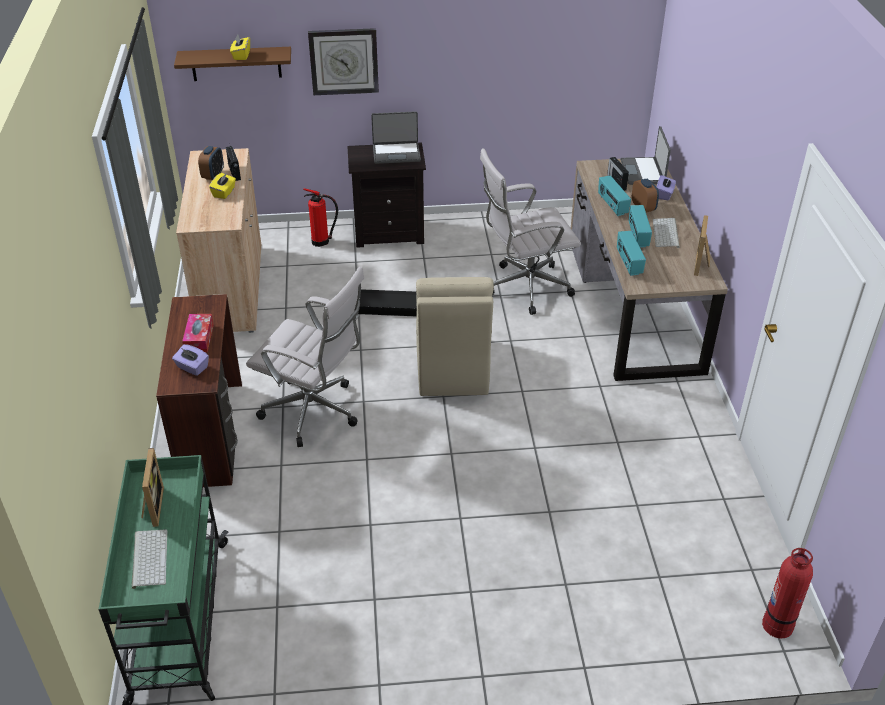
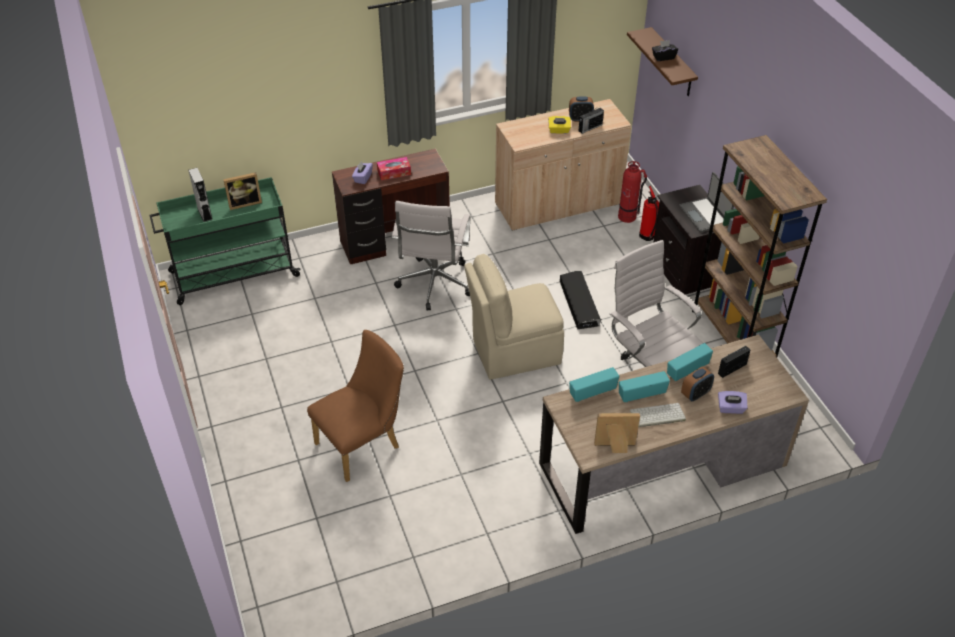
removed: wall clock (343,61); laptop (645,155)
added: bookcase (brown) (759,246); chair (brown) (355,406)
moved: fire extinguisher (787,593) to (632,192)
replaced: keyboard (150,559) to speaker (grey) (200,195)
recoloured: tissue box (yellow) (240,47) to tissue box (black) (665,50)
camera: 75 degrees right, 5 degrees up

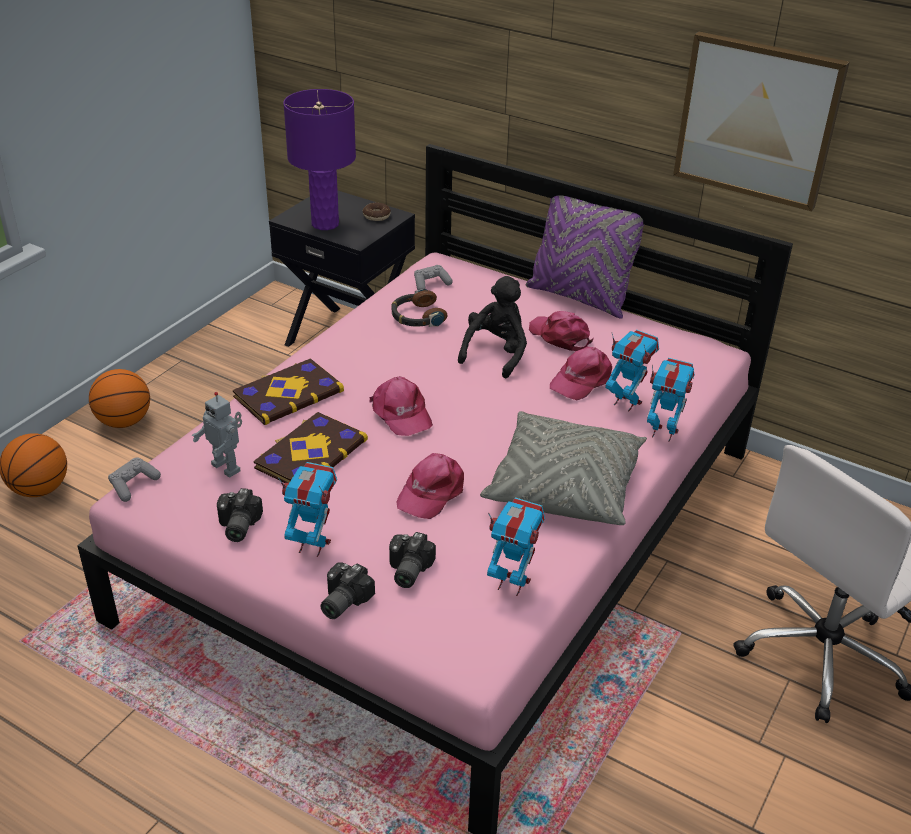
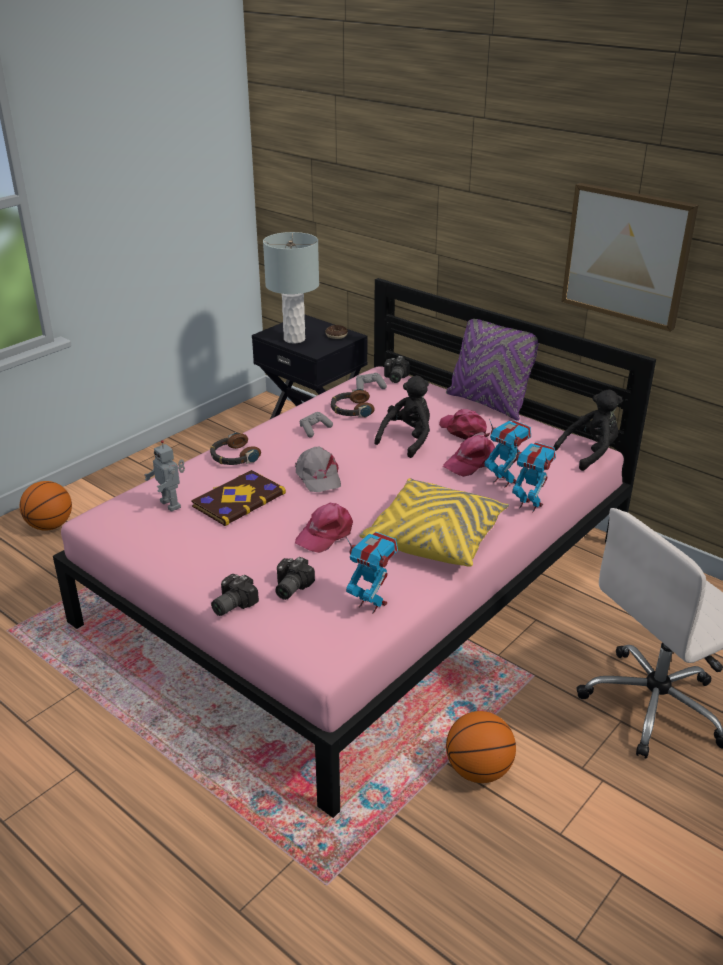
removed: toy robot (307,509)
added: plush toy (black) (588,430)
moved: basketball (119,398) to (481,747); game controller (grey) (134,480) to (316,424); photo camera (240,515) to (397,369)
replaced: book (288,391) to headphones (235,448)
recoloured: table lamp (purple) (319,159) to table lamp (grey) (291,288); cap (pink) (401,406) to cap (grey) (318,469); pillow (grey) (563,468) to pillow (yellow) (434,522)
camera: 10 degrees right, 5 degrees down

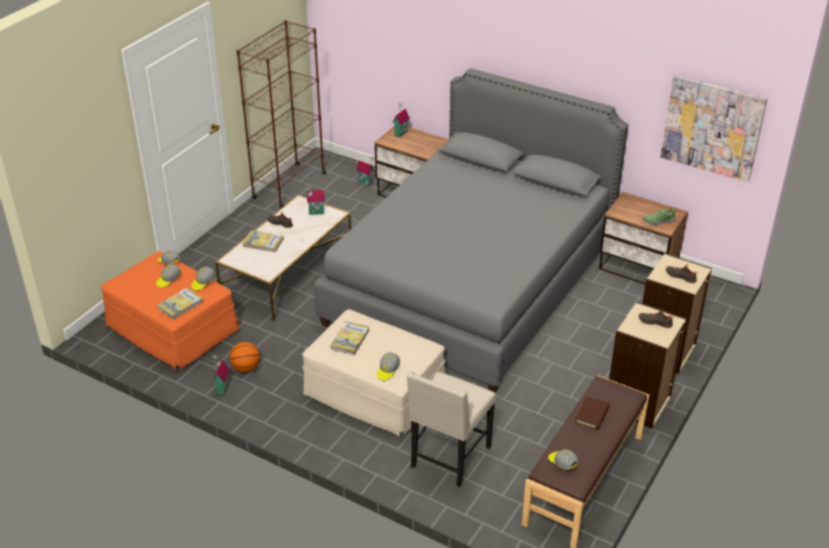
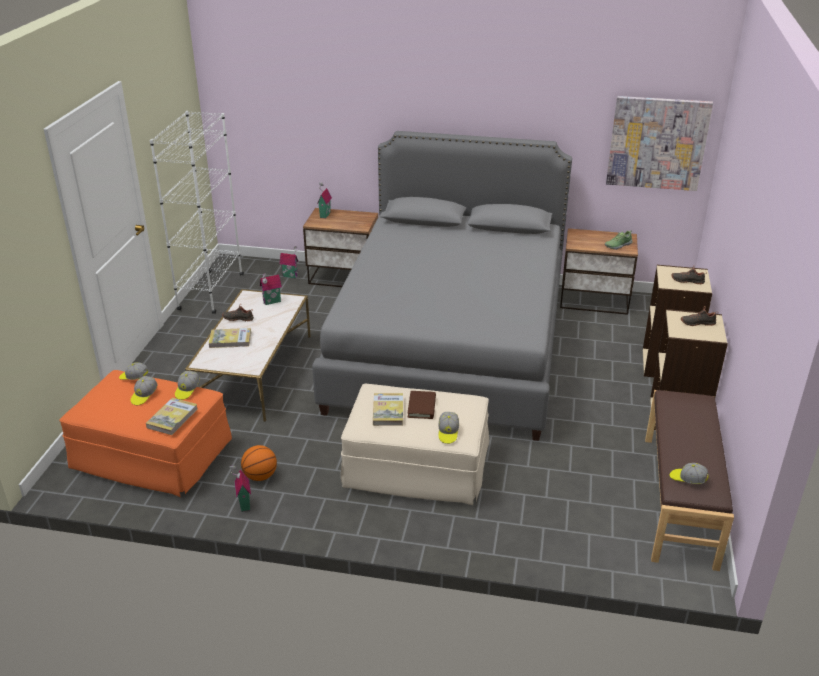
removed: chair (beige) (451,429)
moved: book (brown) (592,413) to (421,405)
recoloured: bookcase (brown) (281,114) to bookcase (white) (197,212)
camera: 20 degrees left, 5 degrees down

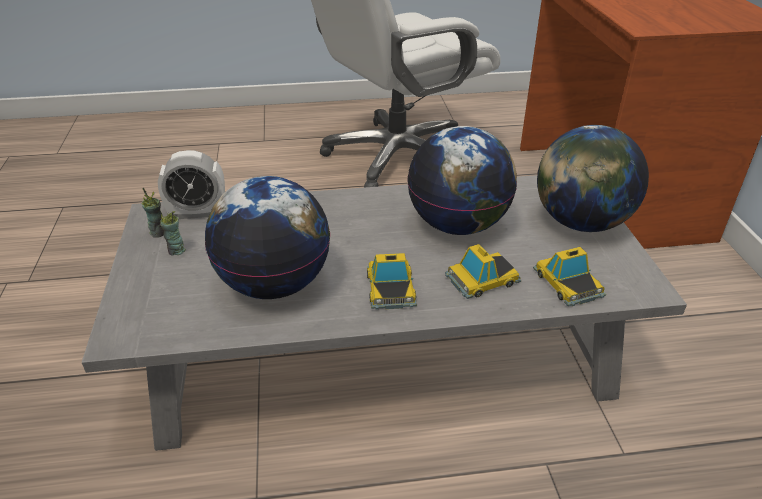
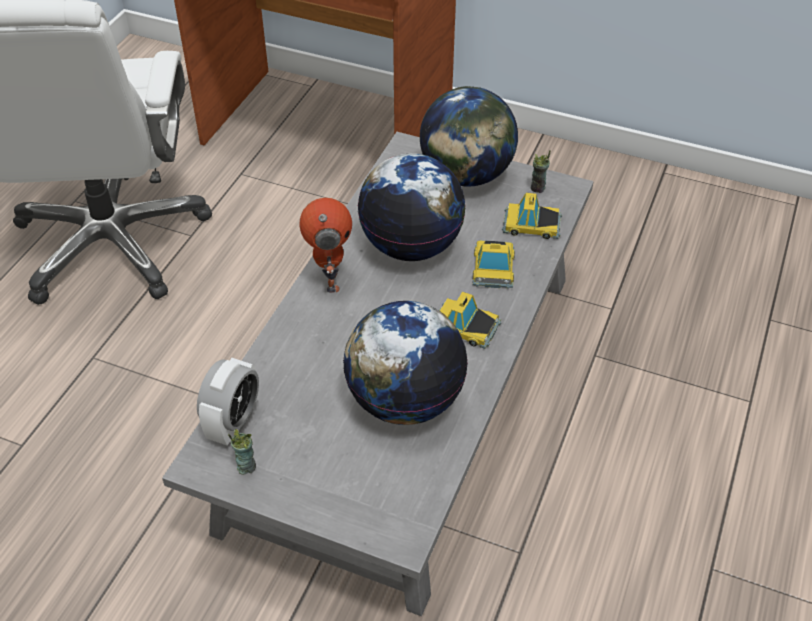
added: toy robot (325,245)
moved: cup (173,233) to (541,171)
camera: 60 degrees left, 10 degrees up

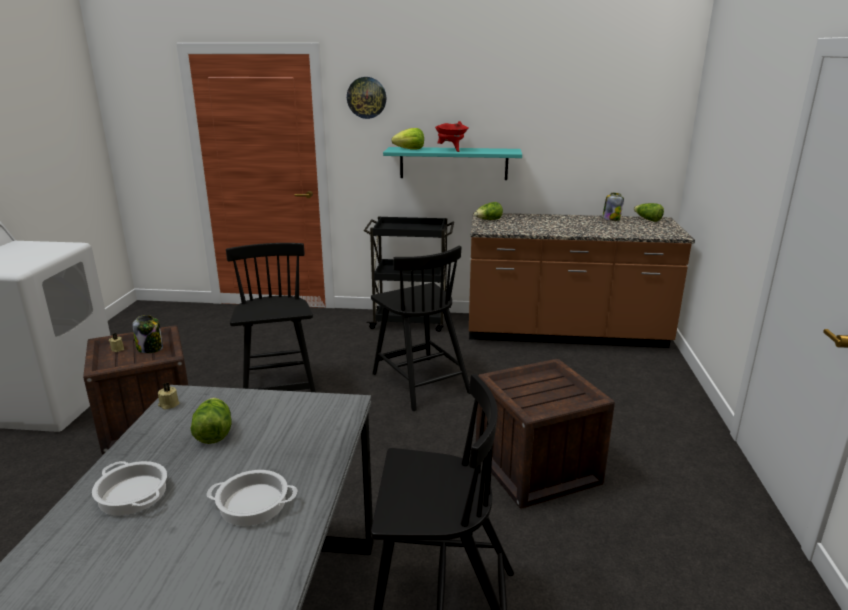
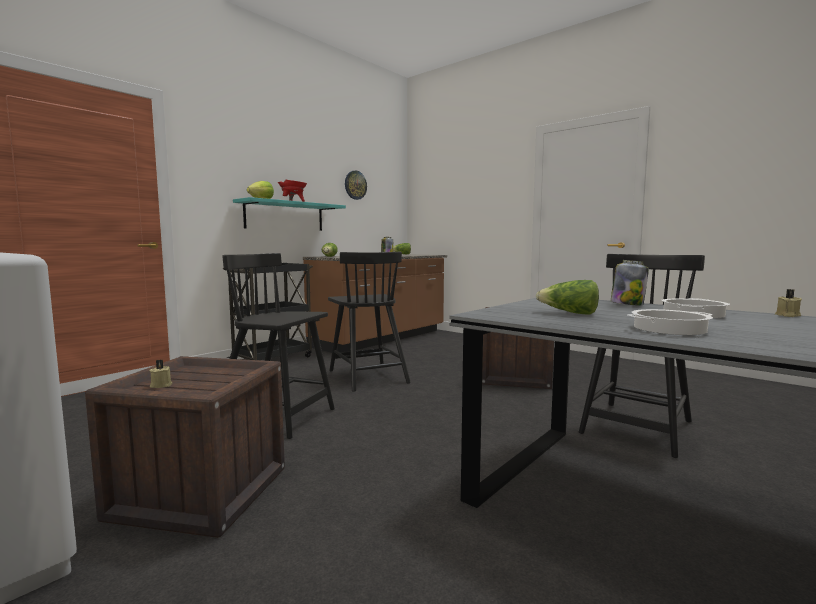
moved: wall clock (366,98) to (356,185); jar (147,334) to (630,282); candle (beige) (169,396) to (788,303)
turned: chair (black) (420,328) = (369,322) 60 degrees clockwise
camera: 55 degrees left, 15 degrees down

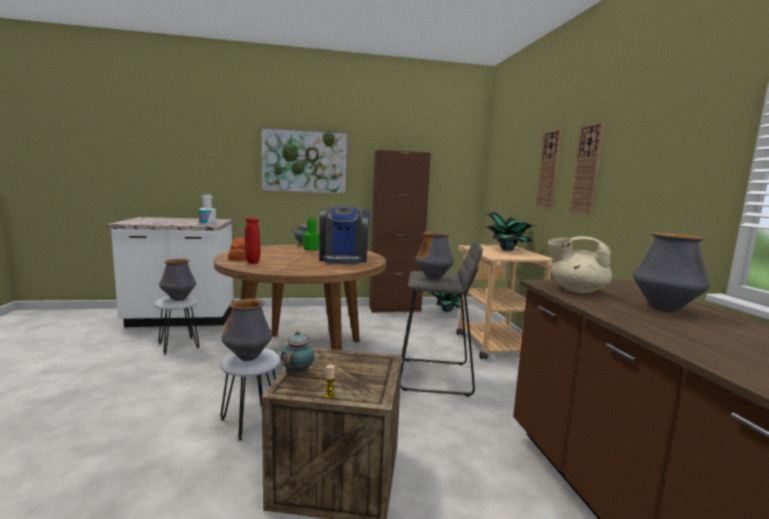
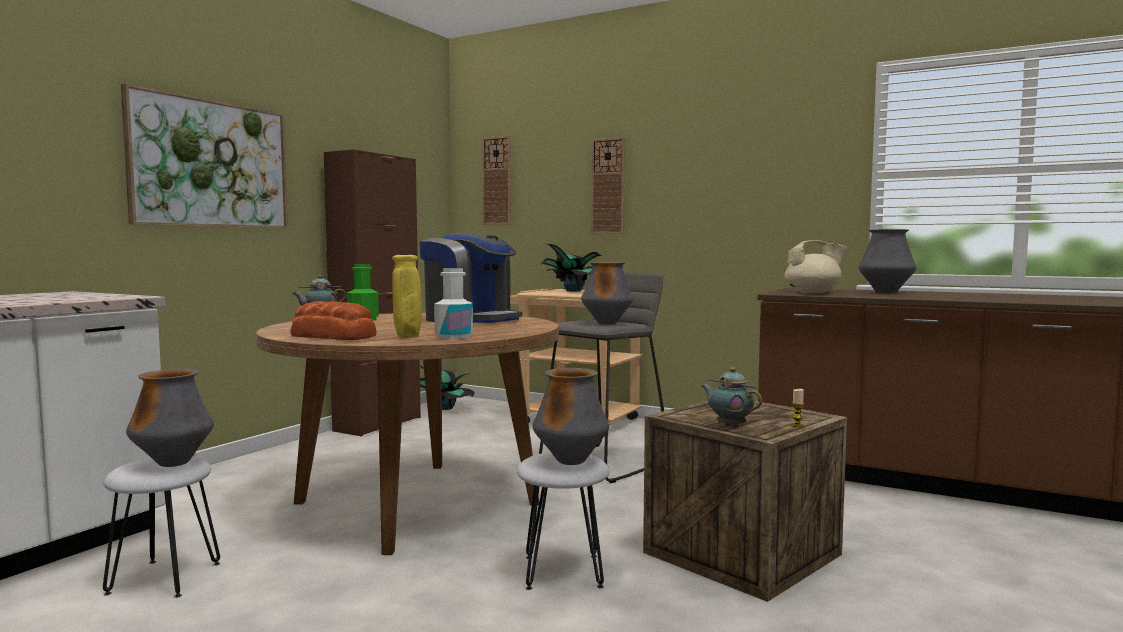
moved: wall clock (587,169) to (496,180); bottle (white) (207,210) to (453,303)
recoloured: vase (red) (252,241) to vase (yellow) (407,296)
turned: teapot (beige) (580,264) = (816,266) 150 degrees counterclockwise
camera: 50 degrees left, 5 degrees down

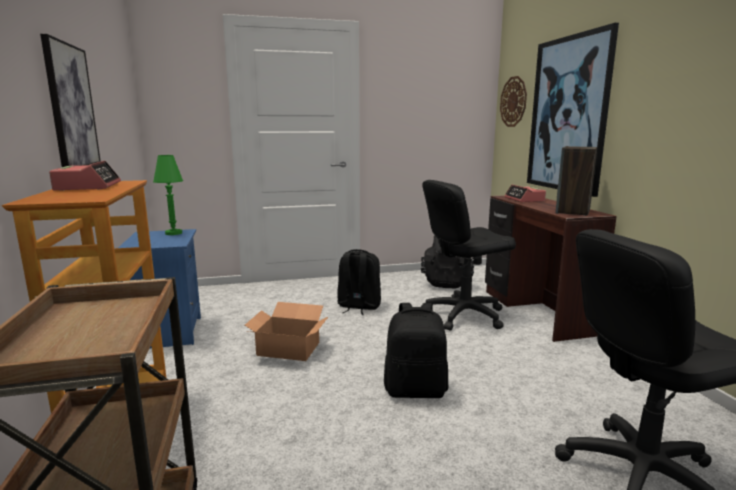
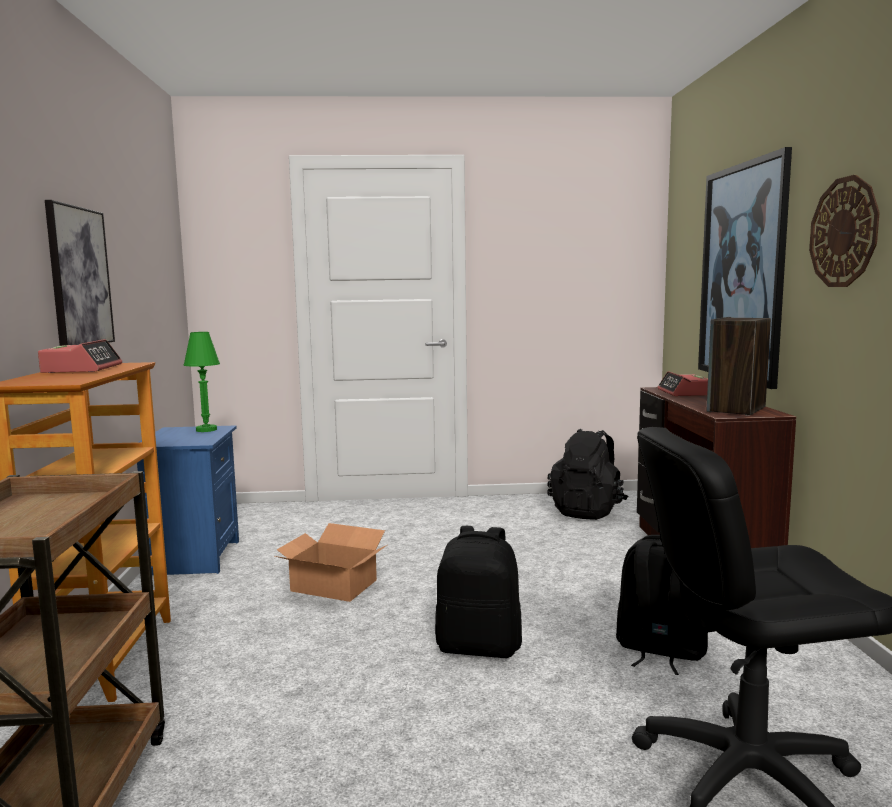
removed: office chair (black) (468,255)
moved: wall clock (513,101) to (844,231); backpack (black) (359,282) to (662,605)
camera: 10 degrees right, 5 degrees down

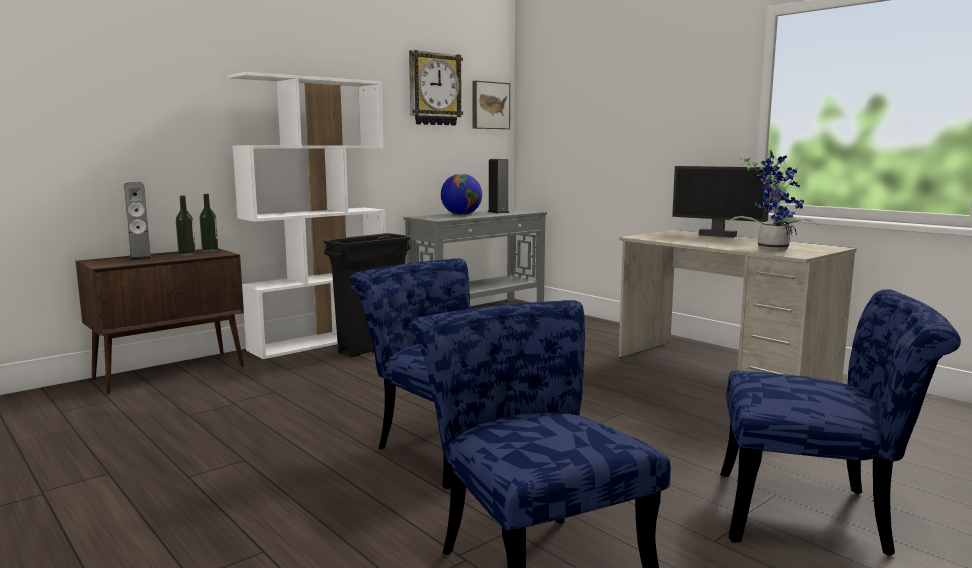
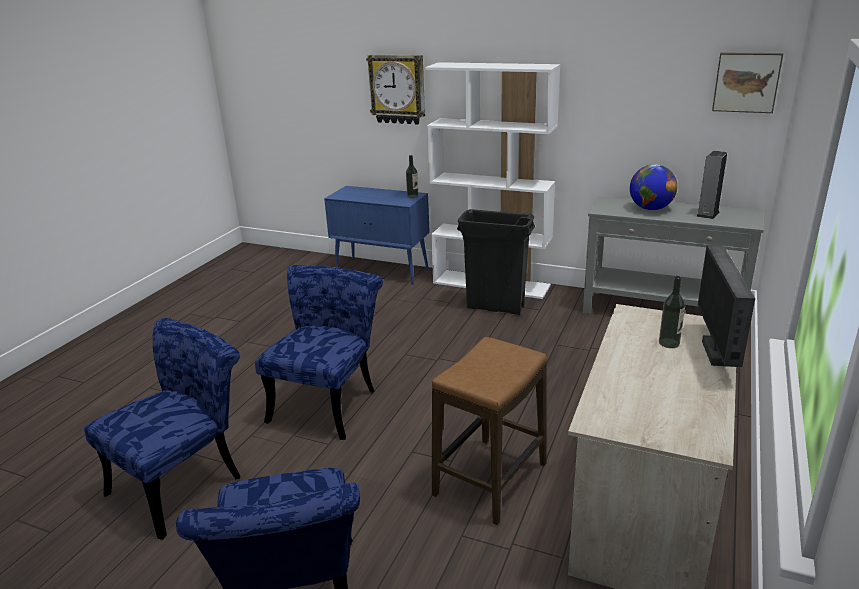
removed: potted plant (771,199); speaker (138,221)
added: stool (489,431)
moved: wall clock (436,87) to (395,90); bottle (186,226) to (672,312)
recoloured: cabinet (brown) (159,321) to cabinet (blue) (377,235)
camera: 65 degrees right, 15 degrees up

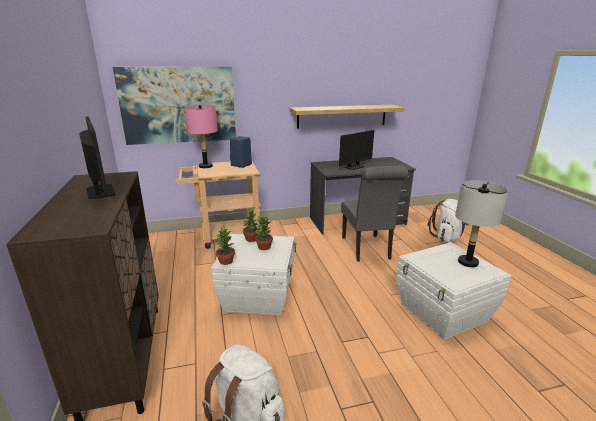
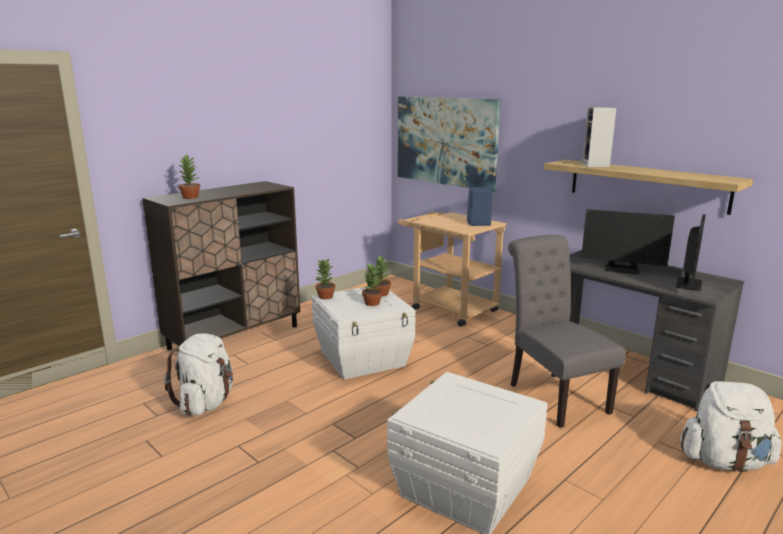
removed: table lamp (pink) (200,136); table lamp (grey) (482,223)
added: speaker (599,137); potted plant (188,176)
moved: monitor (97,158) to (691,252)
turned: chair (grey) (374,214) = (567,331) 105 degrees clockwise
camera: 60 degrees right, 5 degrees down

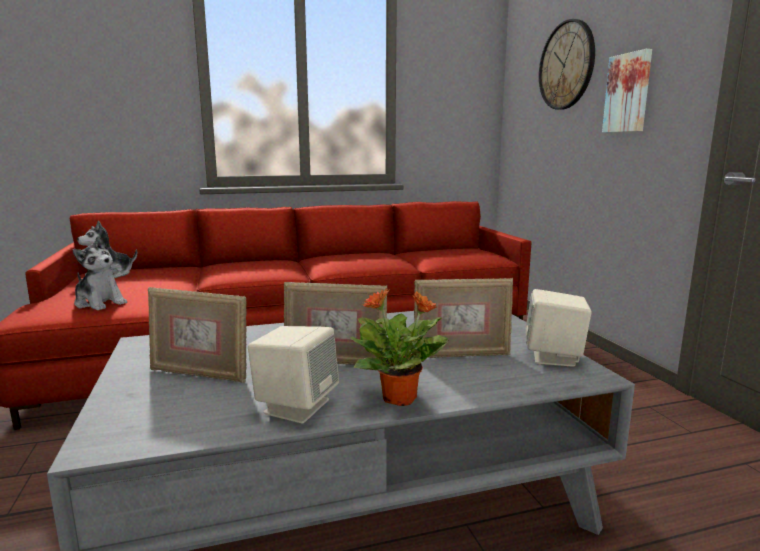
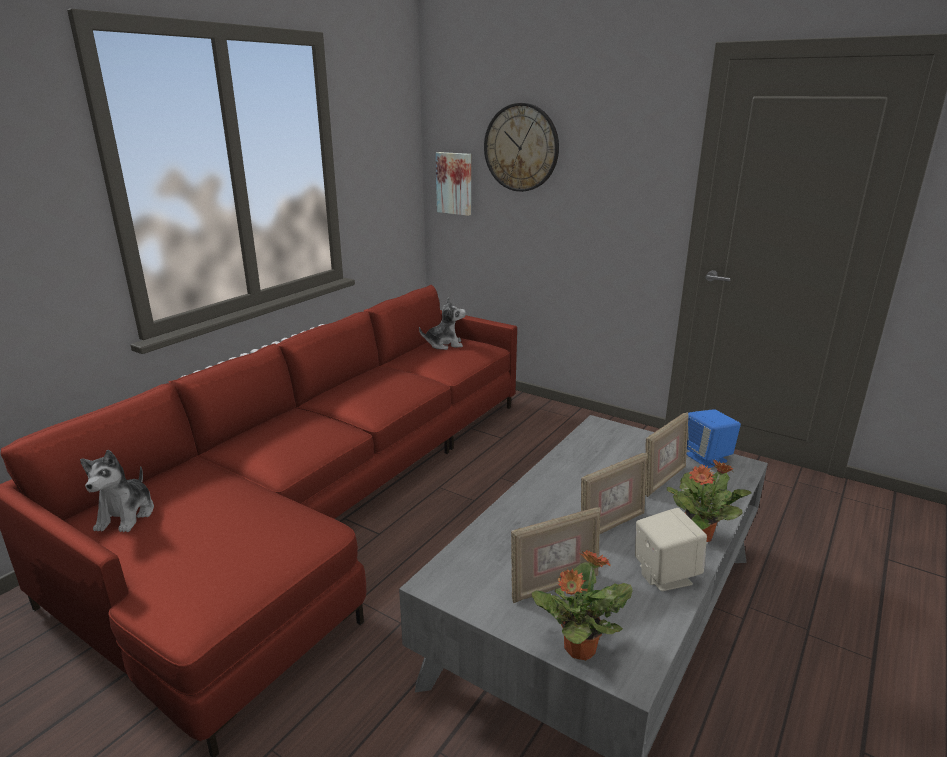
added: potted plant (582,605)
moved: picture (627,91) to (453,184); plush toy (100,273) to (442,323)
recoloured: speaker (beige) (558,328) to speaker (blue) (714,438)
camera: 40 degrees left, 10 degrees up

